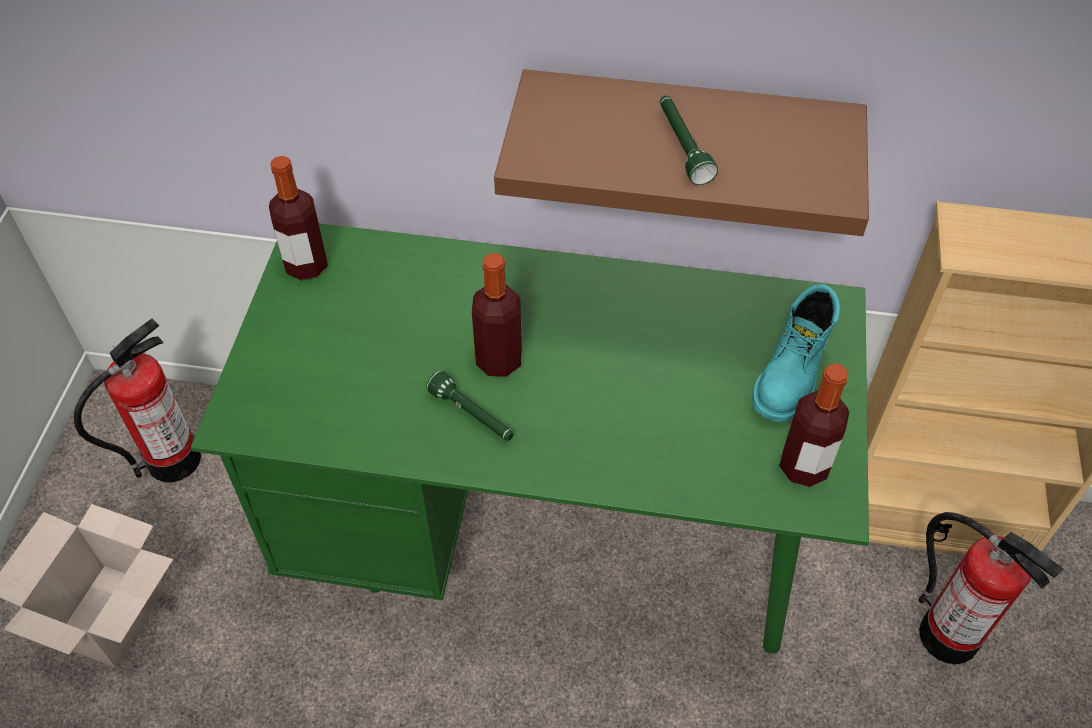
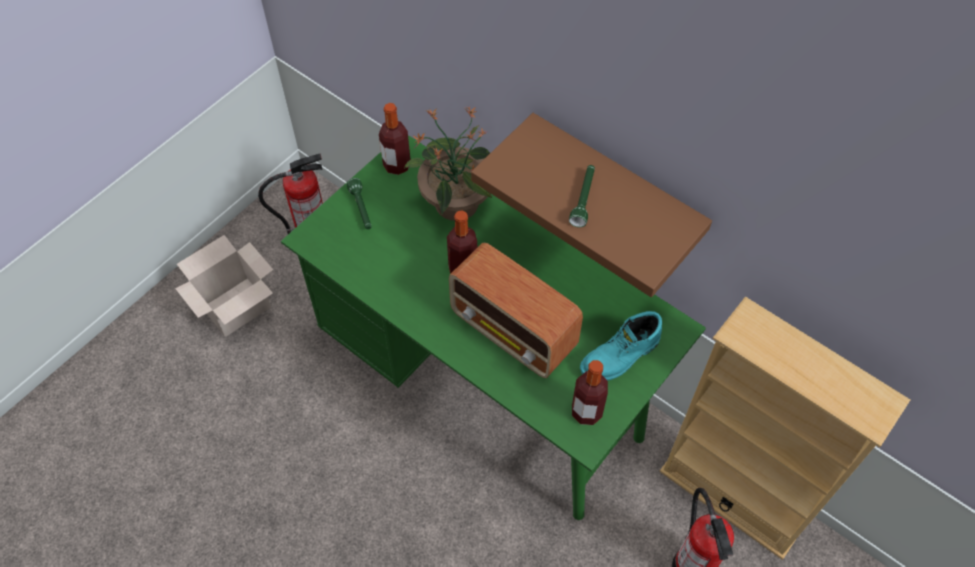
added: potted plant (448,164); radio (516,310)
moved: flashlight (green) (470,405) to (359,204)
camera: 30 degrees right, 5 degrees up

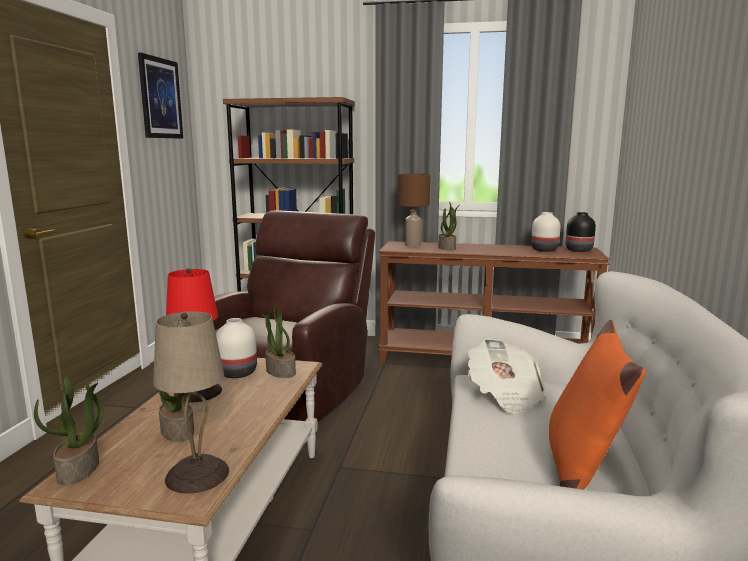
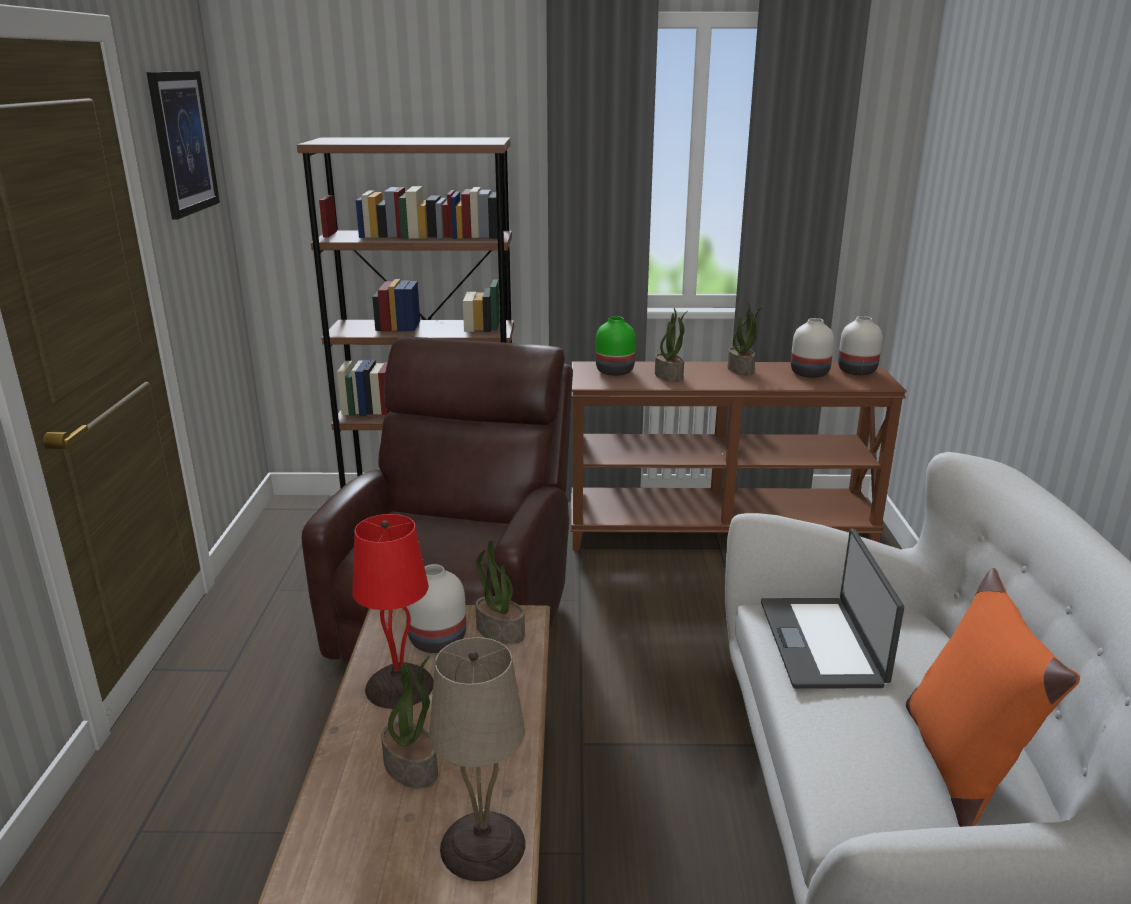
moved: potted plant (68,431) to (745,339)
replaced: table lamp (brown) (414,210) to vase (green) (616,346); newspaper (507,376) to laptop (832,608)
recoloured: vase (black) (581,232) to vase (white) (860,345)
camera: 10 degrees left, 10 degrees up

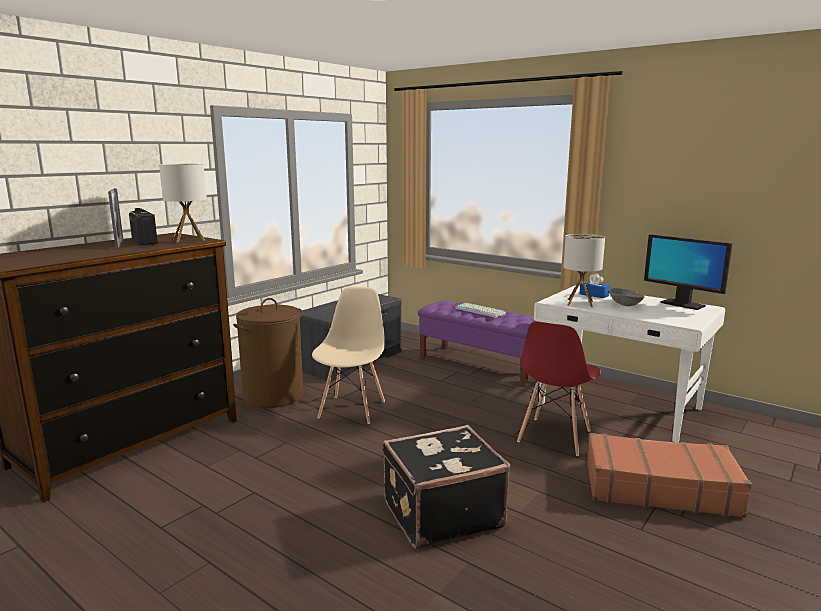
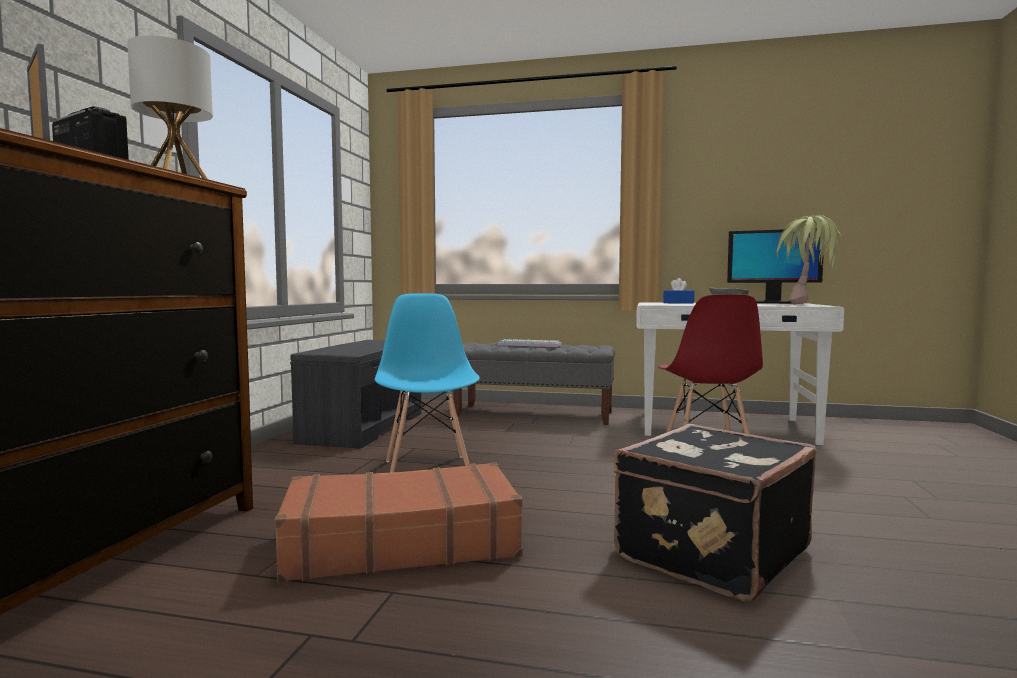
removed: table lamp (584,270); laundry basket (brown) (268,353)
added: potted plant (809,259)
moved: suitcase (brown) (669,475) to (399,522)
recoloured: chair (beige) (348,355) to chair (blue) (427,383); bench (purple) (478,343) to bench (grey) (534,383)
camera: 25 degrees left, 10 degrees down

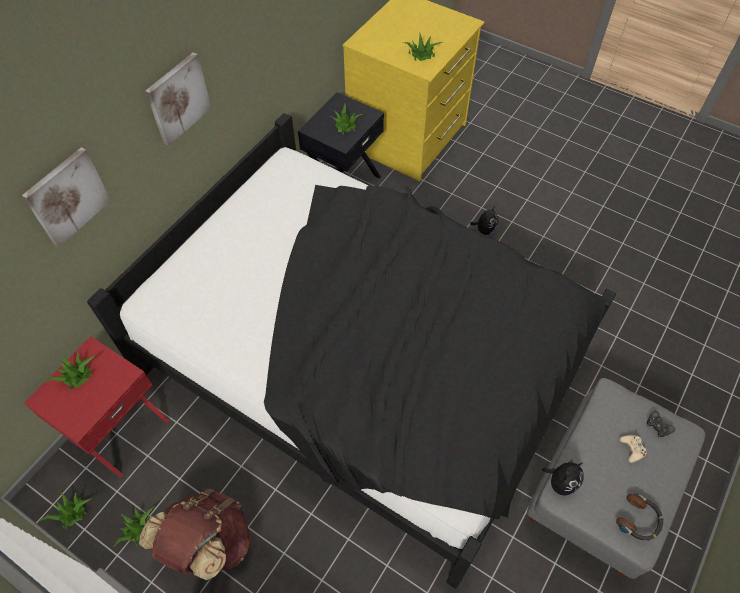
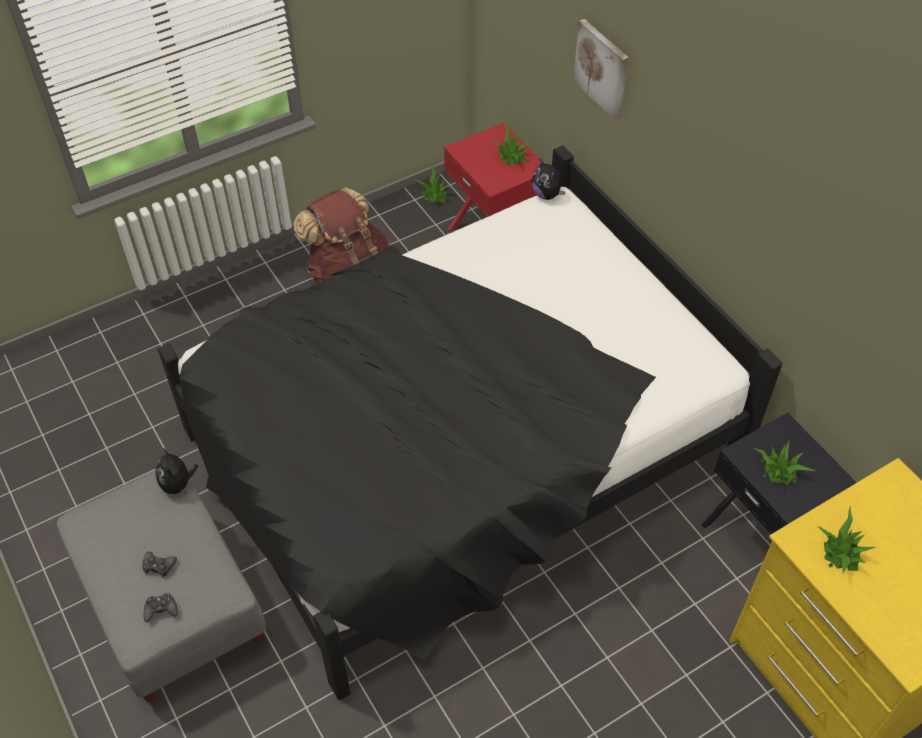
removed: picture (178,99); headphones (640,516); potted plant (133,526)
moved: plush toy (484,220) to (548,179)
recoloured: game controller (beige) (633,449) to game controller (black) (159,564)
camera: 115 degrees right, 5 degrees down

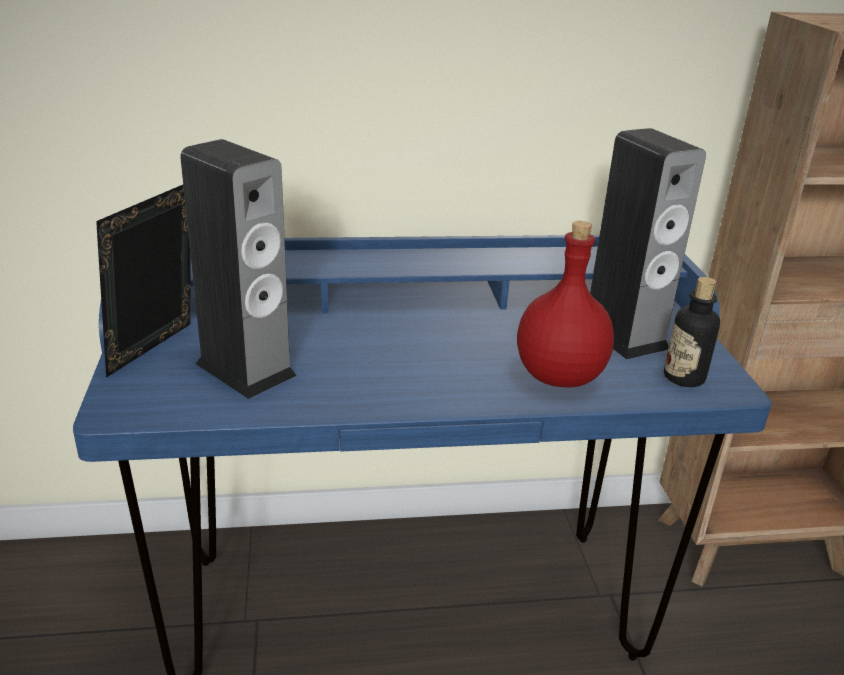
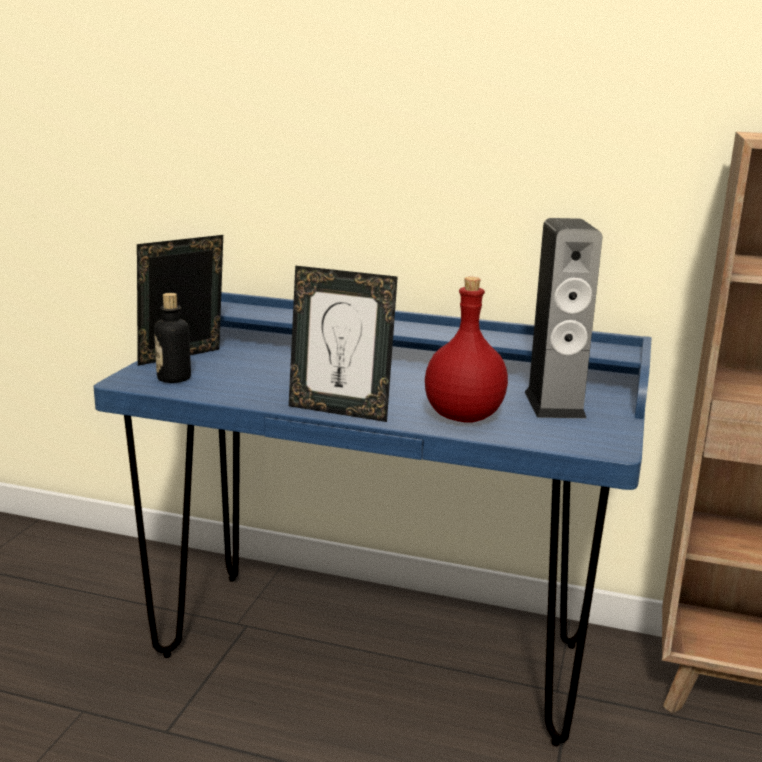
removed: speaker (238,269)
added: picture frame (343,344)
moved: bottle (692,332) to (172,338)
camera: 25 degrees right, 10 degrees down

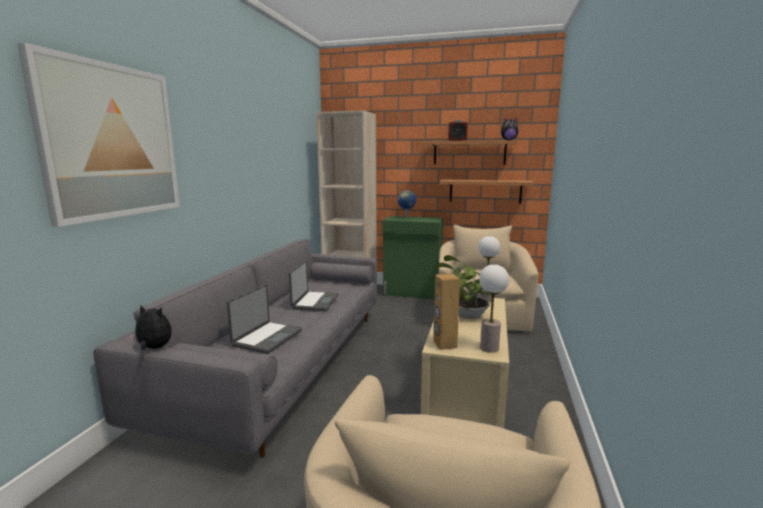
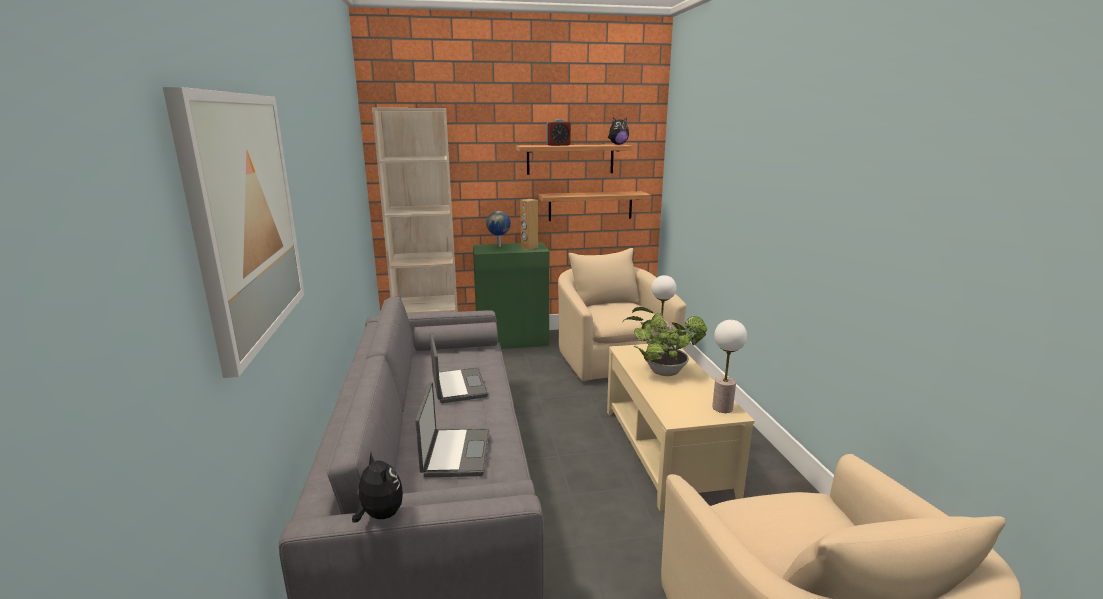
moved: speaker (brown) (446,312) to (529,224)
turned: plush toy (150,327) = (377,487) 60 degrees clockwise
camera: 25 degrees left, 5 degrees up

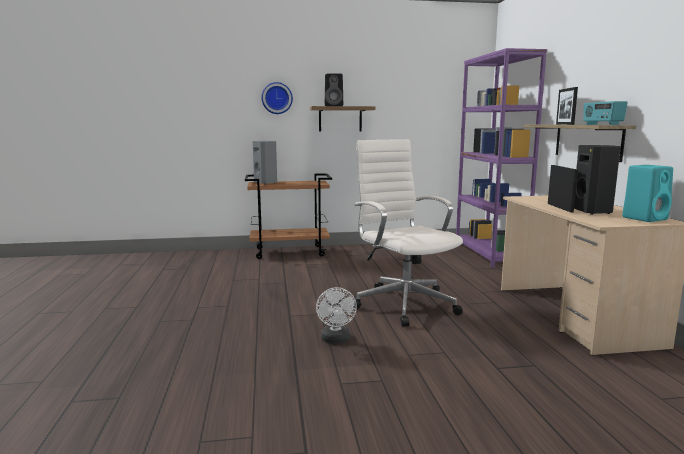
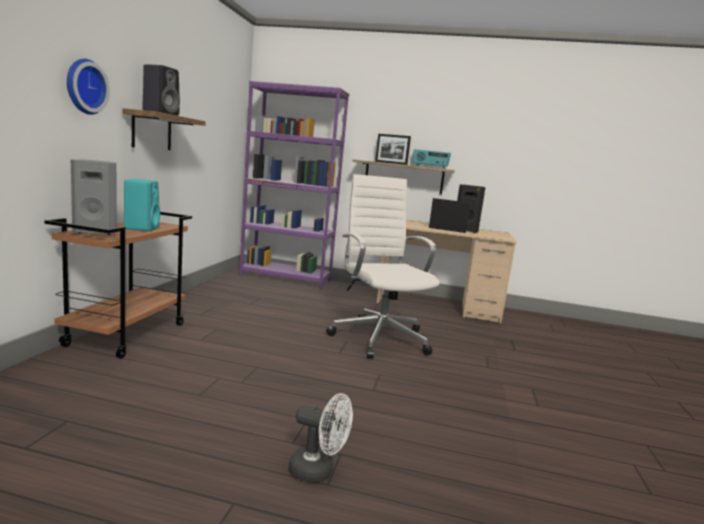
moved: speaker (turquoise) (647,193) to (141,205); fan (white) (336,315) to (321,438)
turned: office chair (white) (408,233) = (383,266) 75 degrees clockwise
camera: 70 degrees left, 0 degrees up

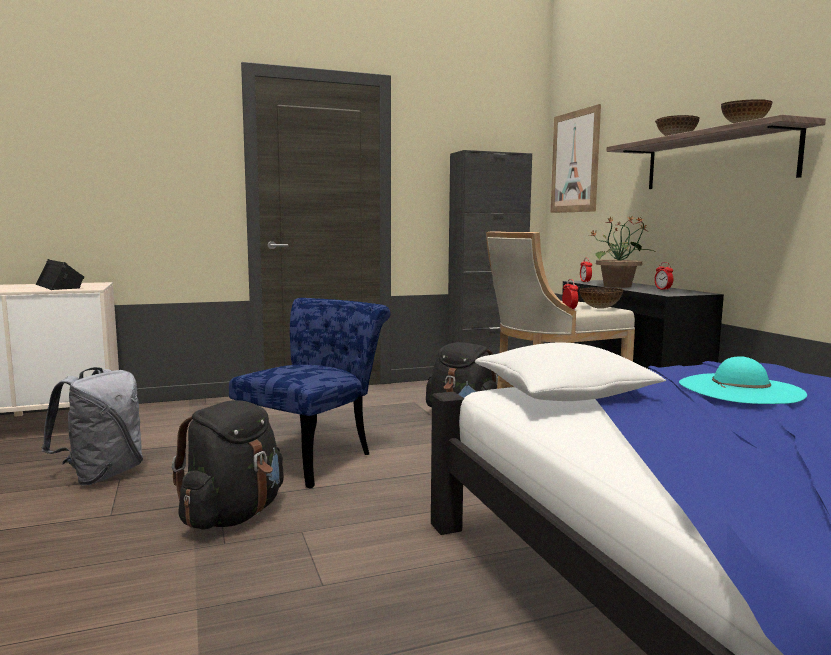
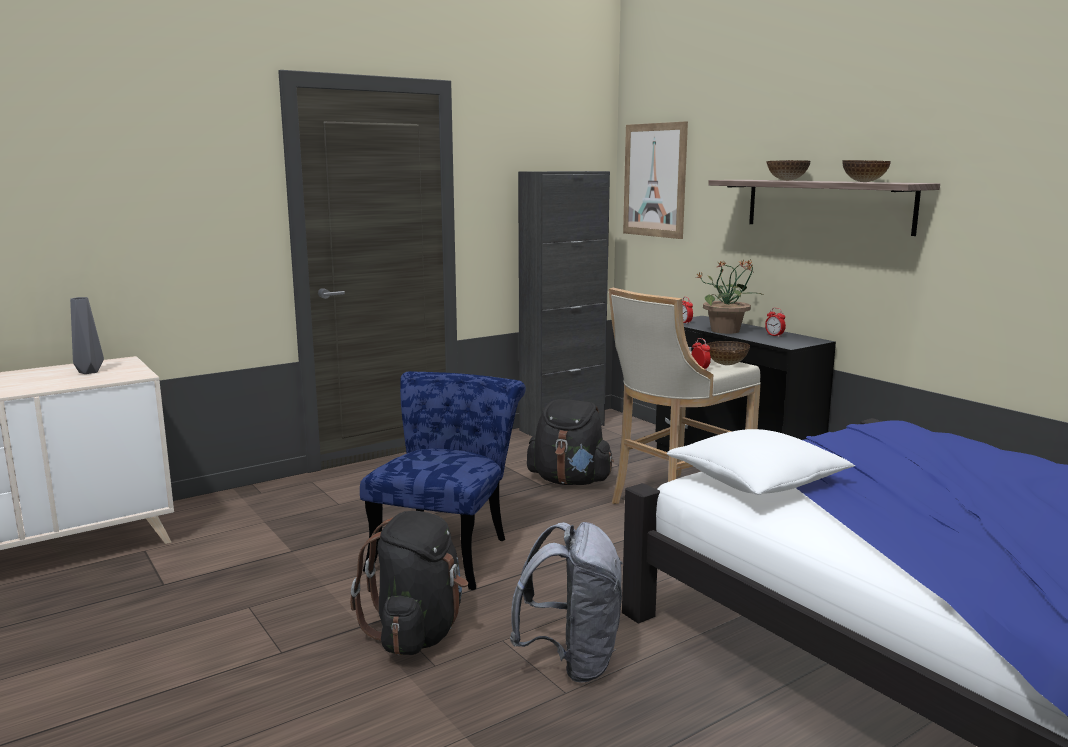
removed: hat (turquoise) (743,380)
moved: backpack (grey) (92,426) to (566,602)
replaced: speaker (black) (59,274) to vase (grey) (87,335)
camera: 15 degrees left, 5 degrees up

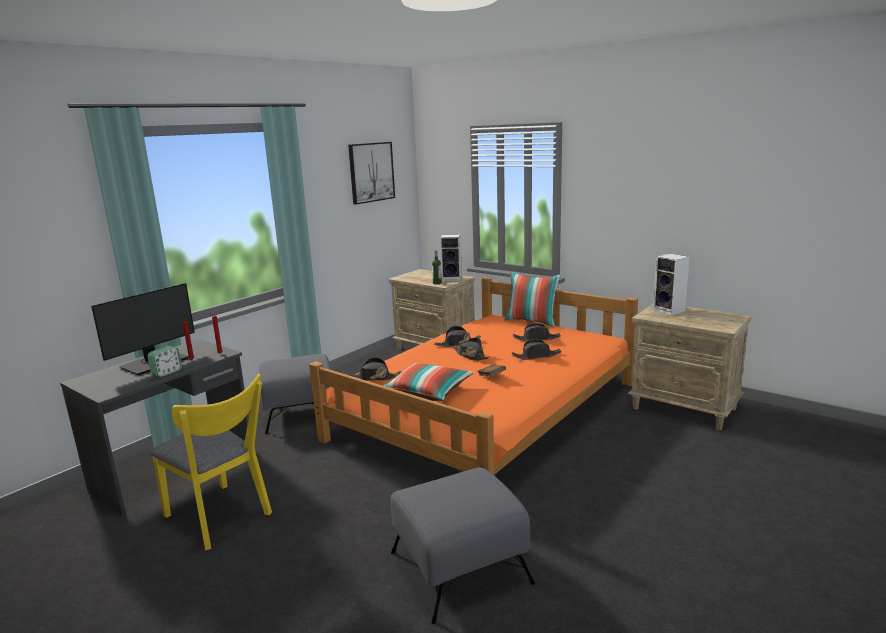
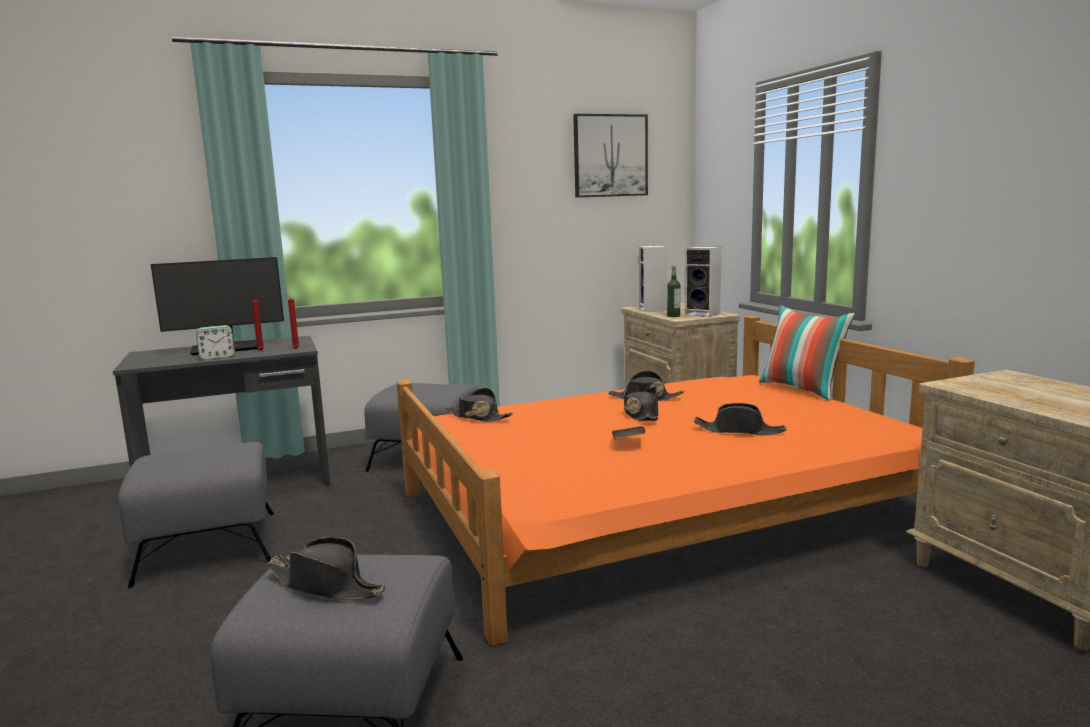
removed: pillow (428,382)
moved: speaker (671,284) to (653,278); hat (black) (537,332) to (326,568)
replaced: chair (yellow) (211,462) to ottoman (grey) (196,515)
camera: 30 degrees right, 5 degrees down

